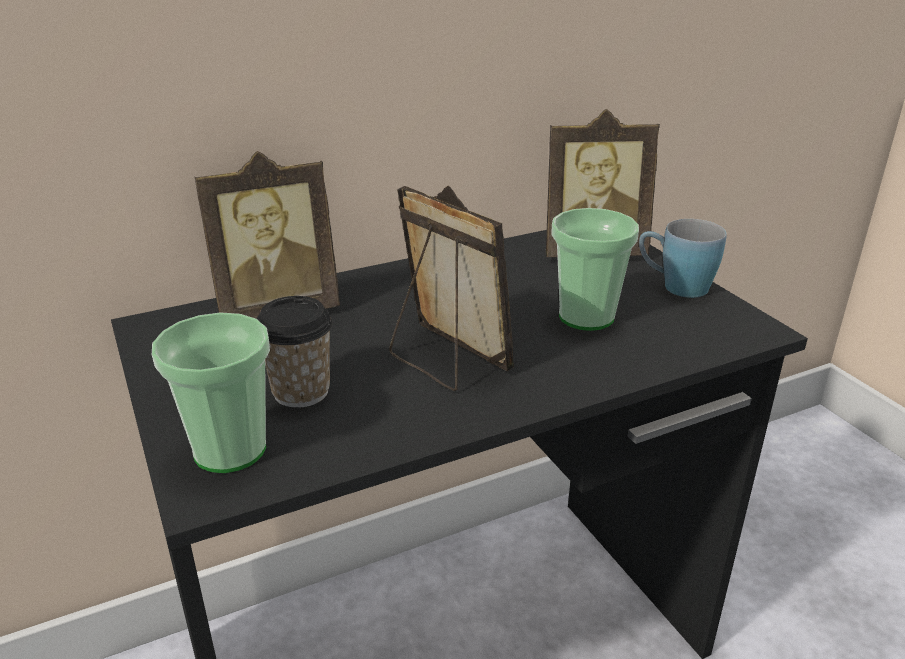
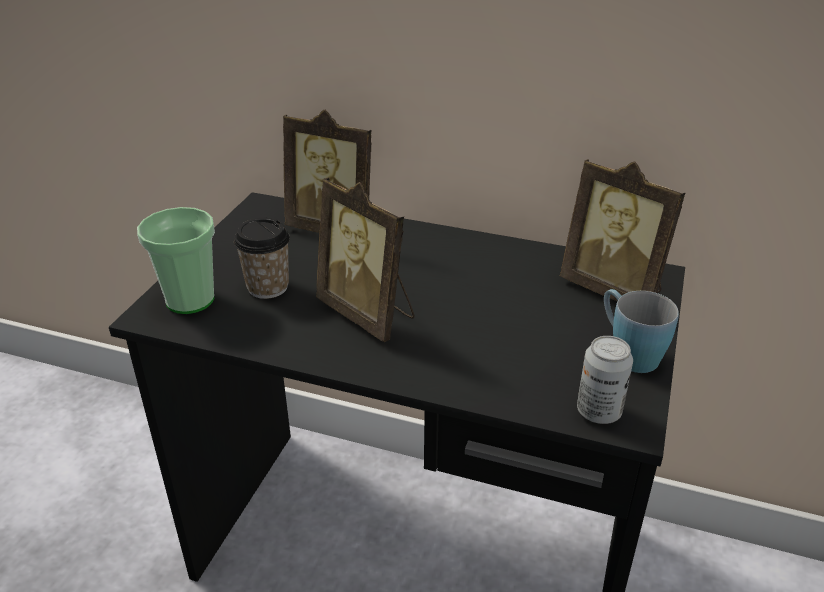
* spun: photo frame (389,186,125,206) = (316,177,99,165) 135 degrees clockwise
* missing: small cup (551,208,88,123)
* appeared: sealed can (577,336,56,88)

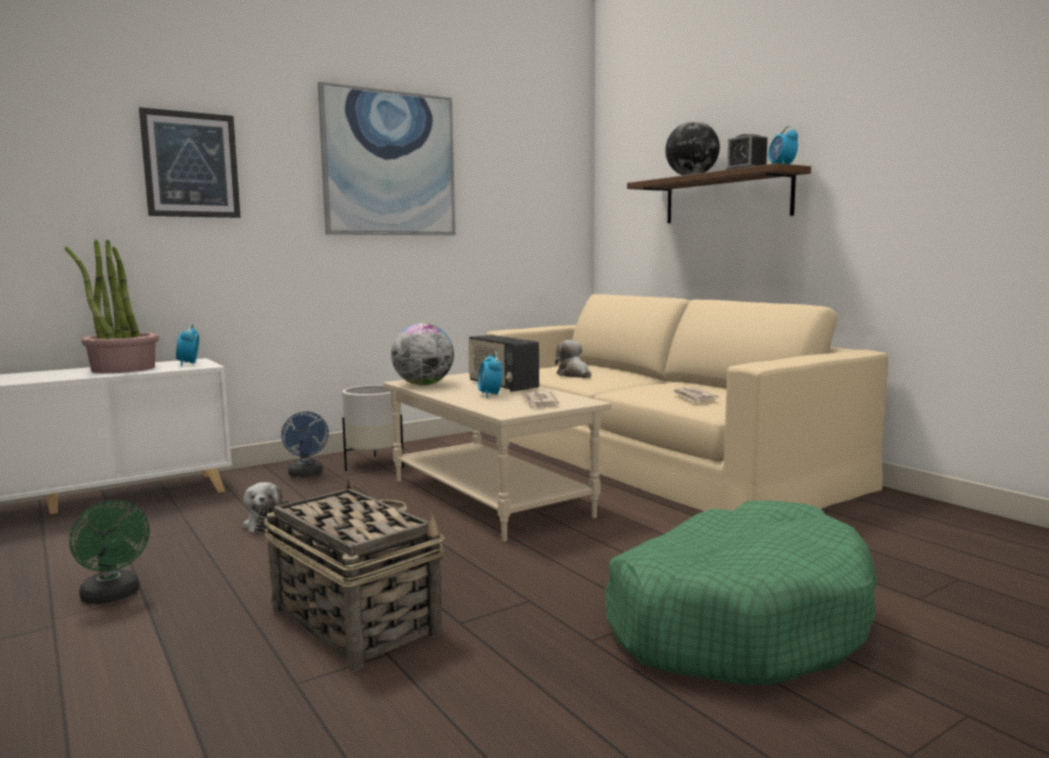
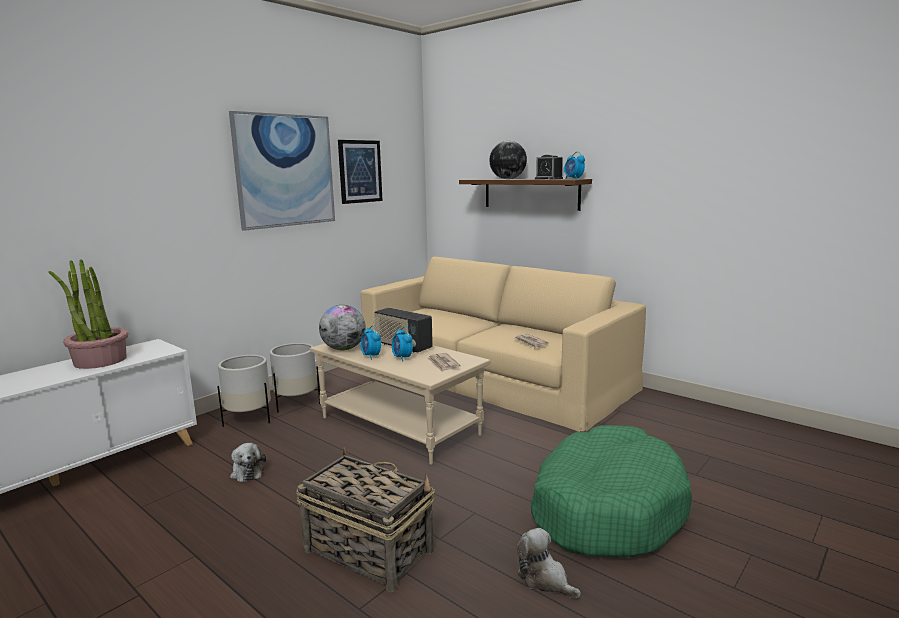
* relocated: wall art (139,107,102,111) to (338,140,45,64)
* relocated: table clock (176,323,23,43) to (360,325,21,35)
* relocated: soft toy (555,340,36,38) to (516,528,65,70)
* exchanged: blue cooling fan (281,412,48,65) to white-coloured flower pot (217,355,54,72)
* missing: green-coloured cooling fan (69,500,81,104)

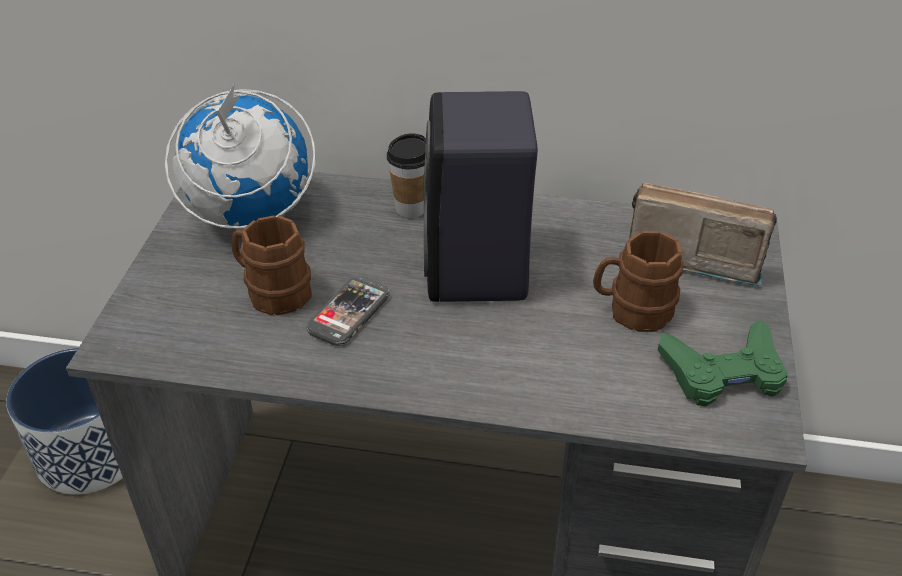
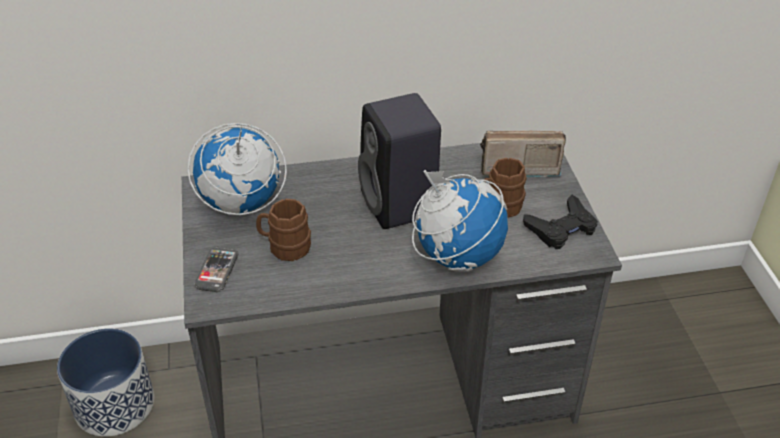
* missing: small cup (387,133,39,85)
* relocated: telephone (306,276,84,70) to (194,246,45,46)
* colour: green-coloured game controller (658,320,130,86) to black-coloured game controller (523,195,75,54)
* appeared: world globe (412,170,96,102)

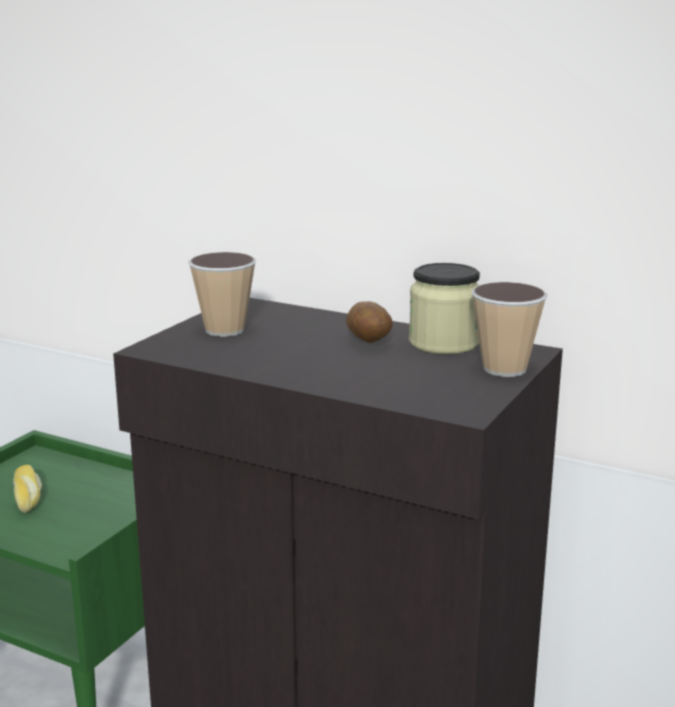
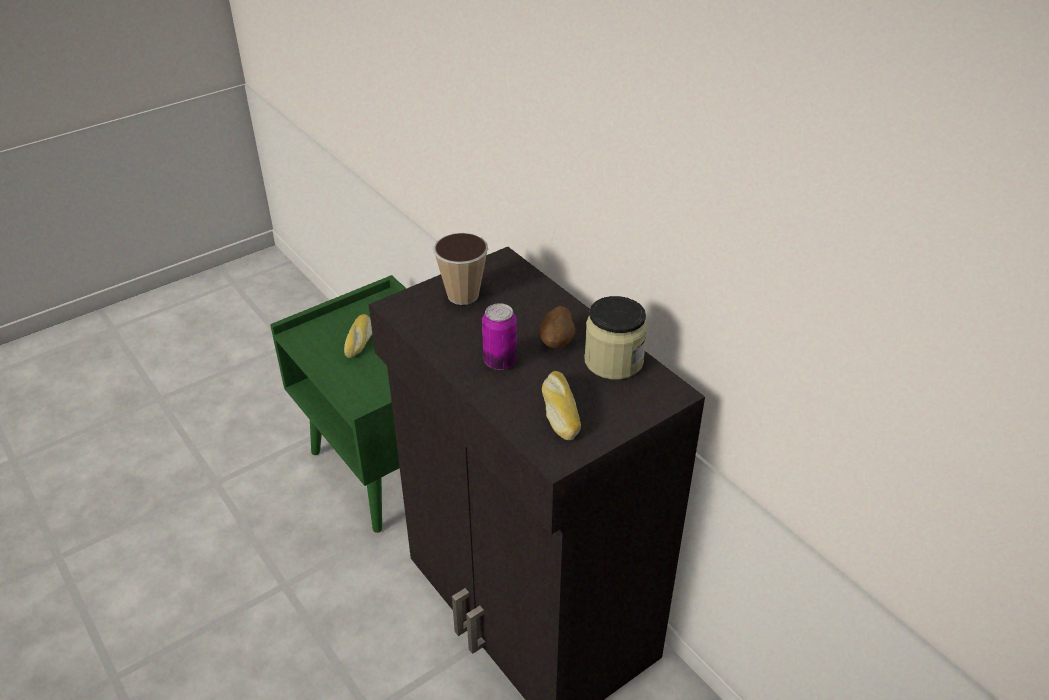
* missing: small cup (471,282,77,95)
* appeared: sealed can (482,303,35,67)
* appeared: bakery bread (542,371,39,69)

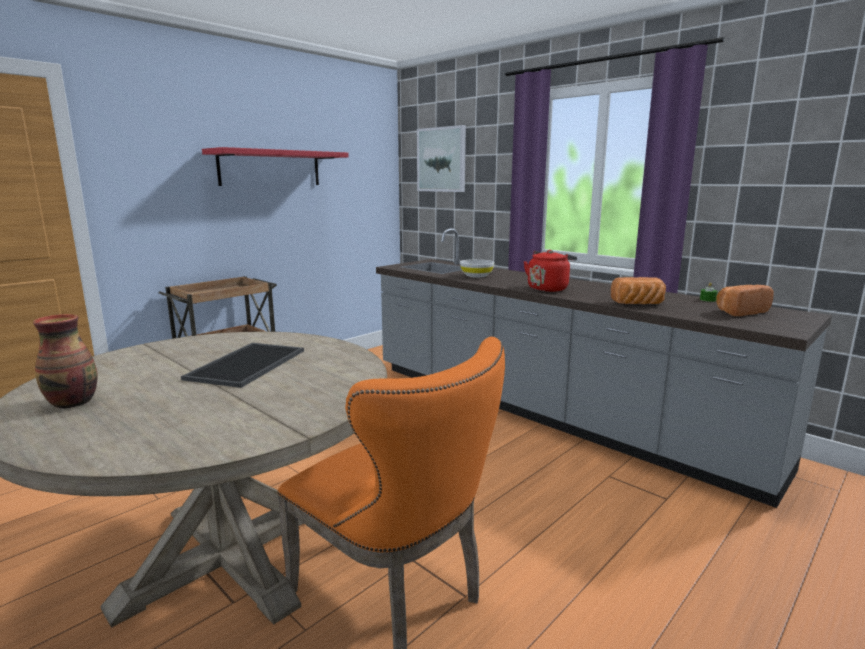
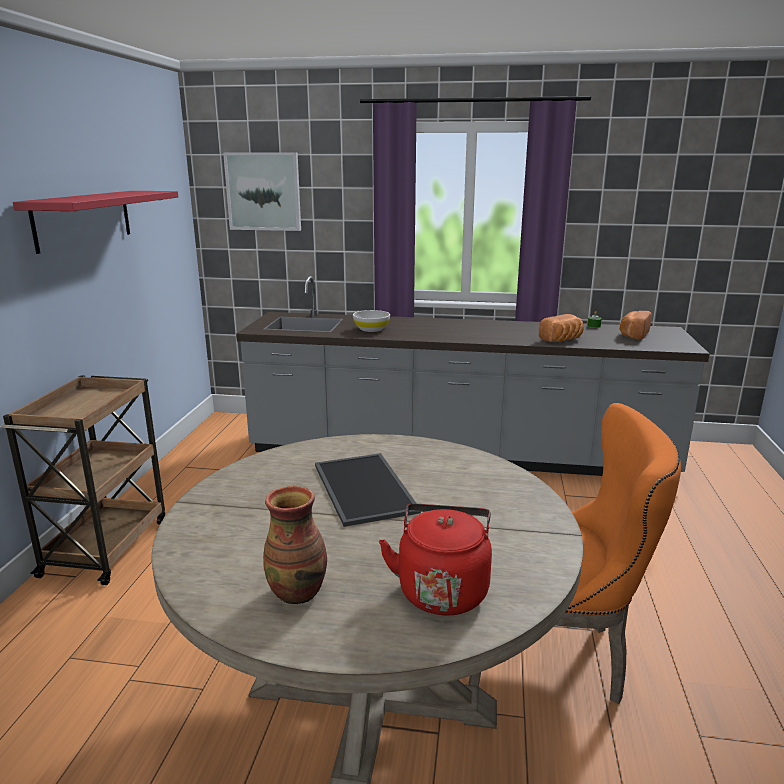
* relocated: reddish tea kettle (524,250,53,42) to (379,504,113,111)

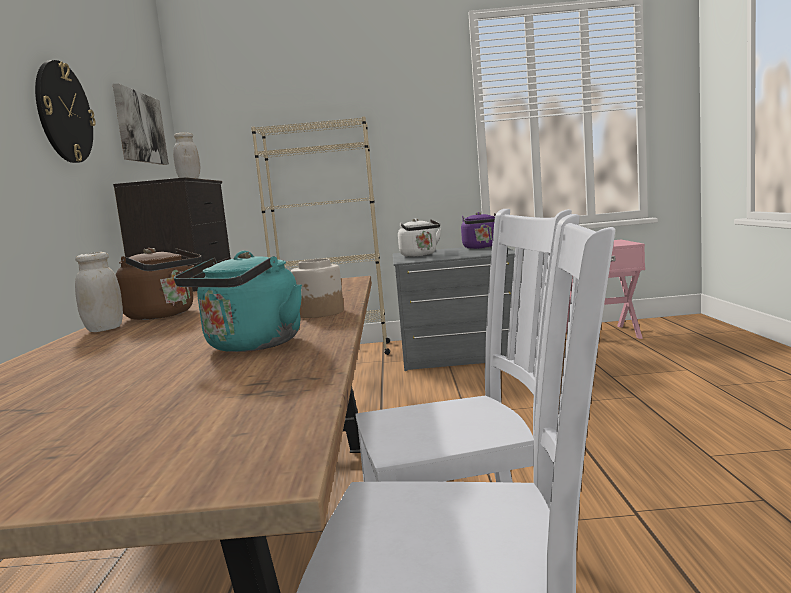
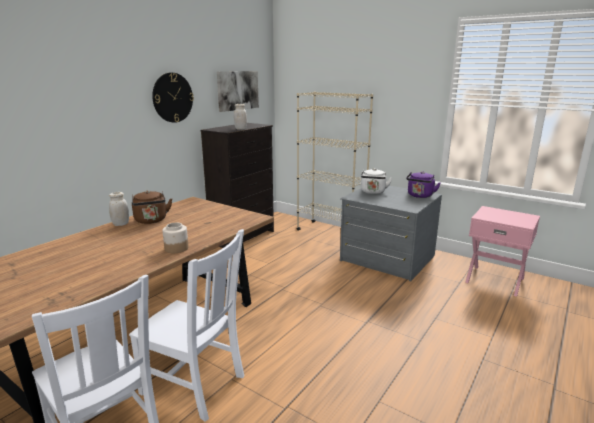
* missing: blue-green tea kettle (174,251,128,101)

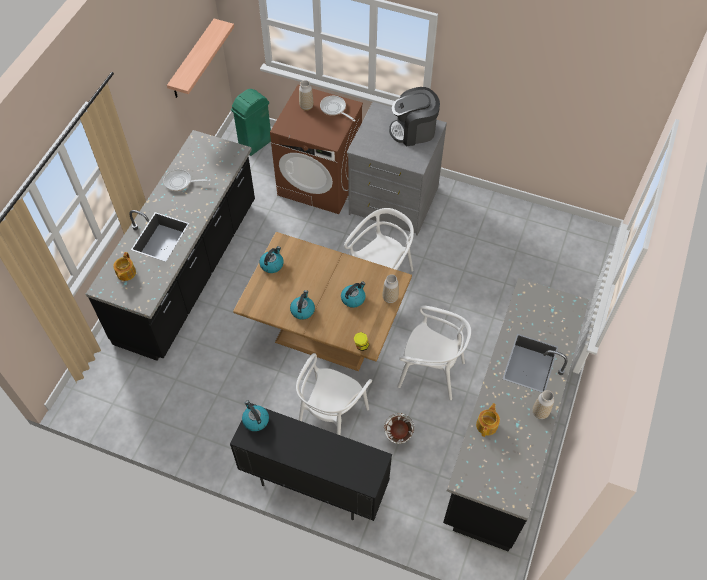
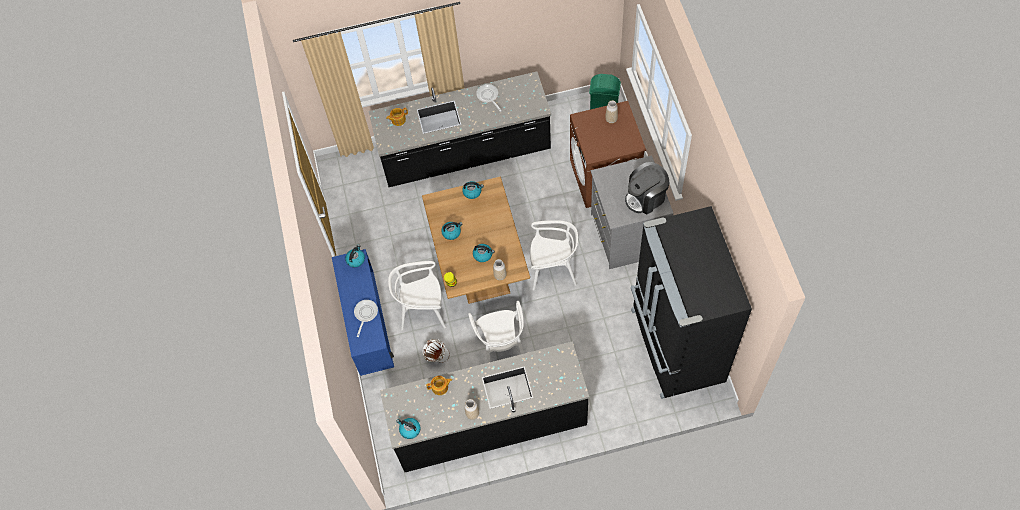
* missing: wall shelf (167,19,67,79)
* spun: coffee maker (389,87,51,59) = (625,162,44,53) 75 degrees counterclockwise
* relocated: pan (320,96,36,26) to (354,300,24,37)
* colour: black-coloured cabinet (230,403,162,118) to blue cabinet (332,249,62,127)
* appeared: black-coloured kitchen fridge (631,206,121,193)
* appeared: tea kettle (396,418,24,21)

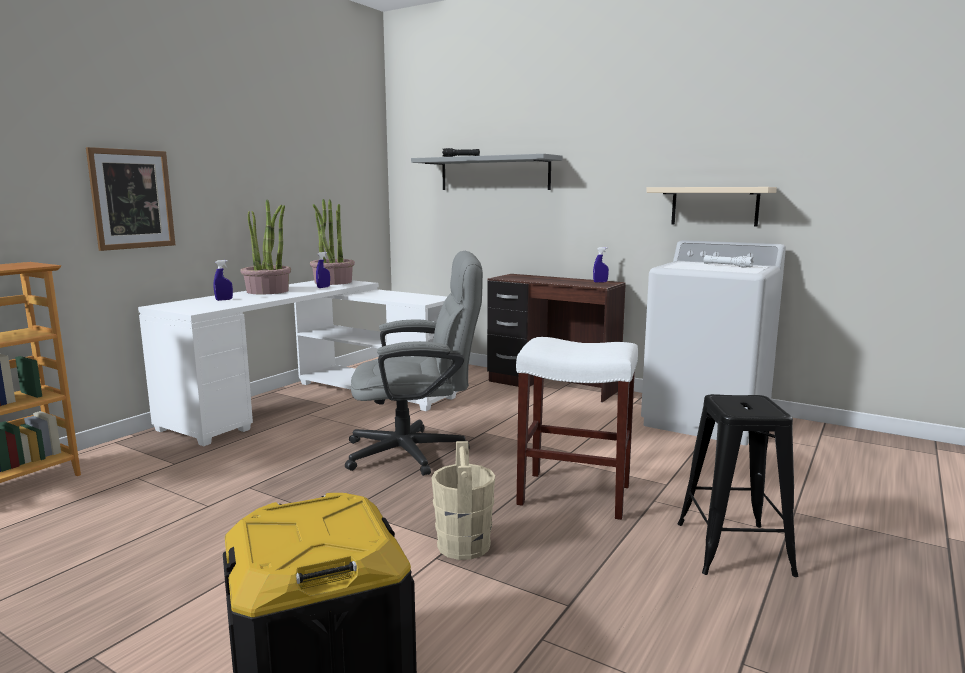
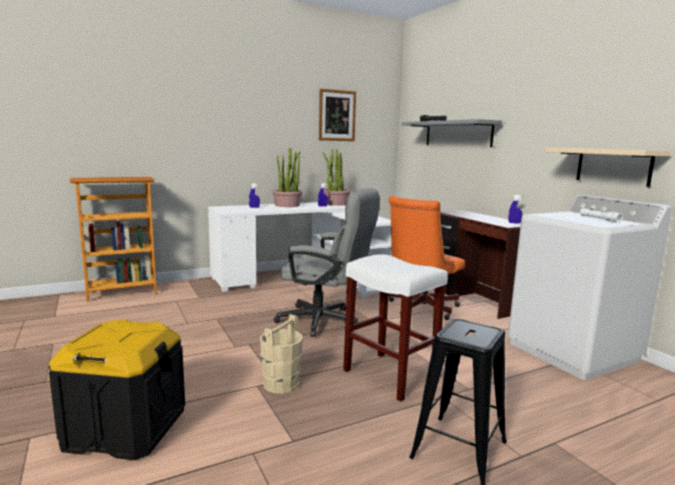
* relocated: wall art (86,147,89,104) to (319,89,37,52)
* appeared: orange-coloured computer chair (389,196,76,124)

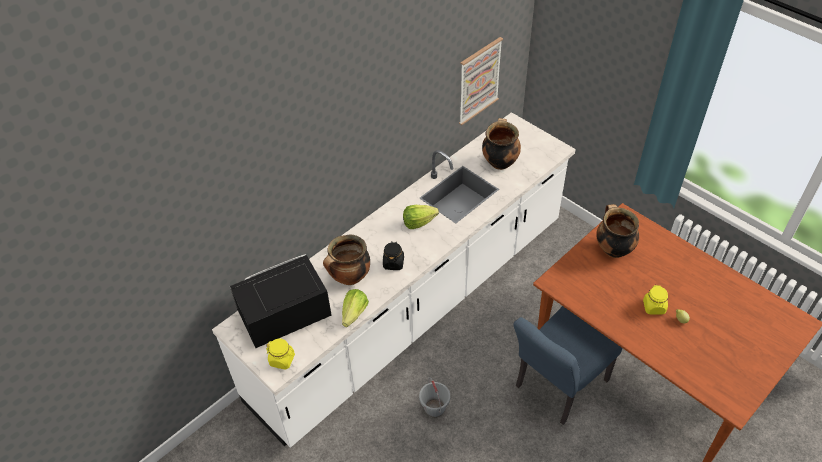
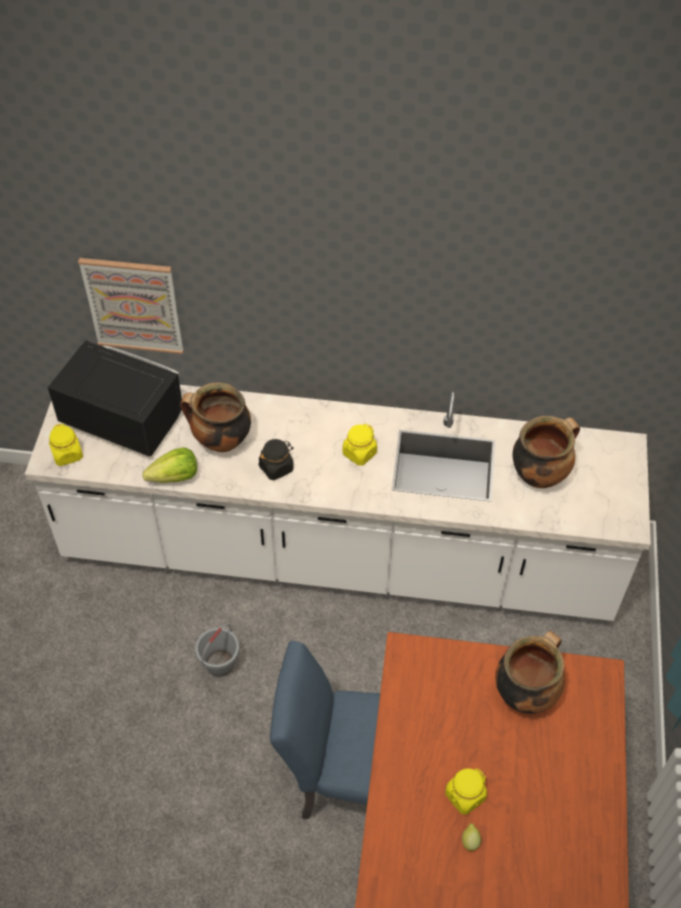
* relocated: wall art (459,37,44,88) to (78,258,106,96)
* exchanged: lettuce head (403,205,36,24) to yellow-coloured jar (343,424,34,42)

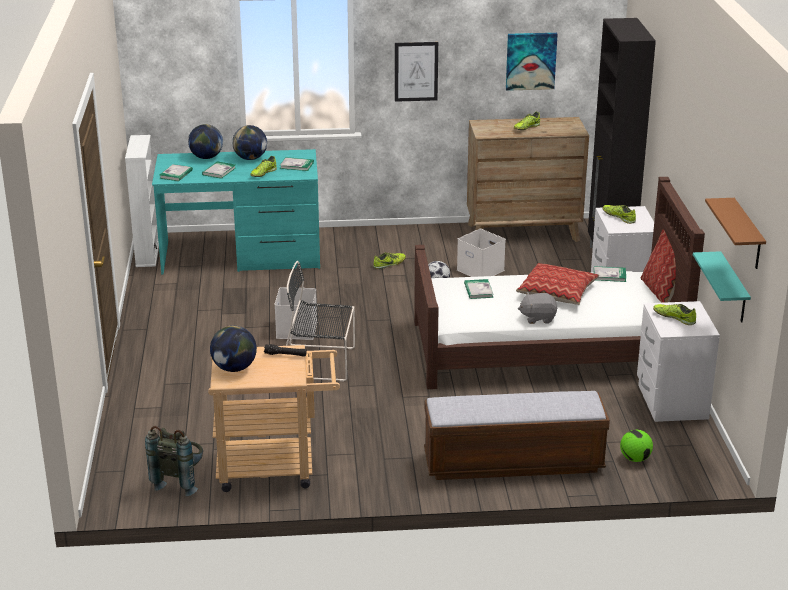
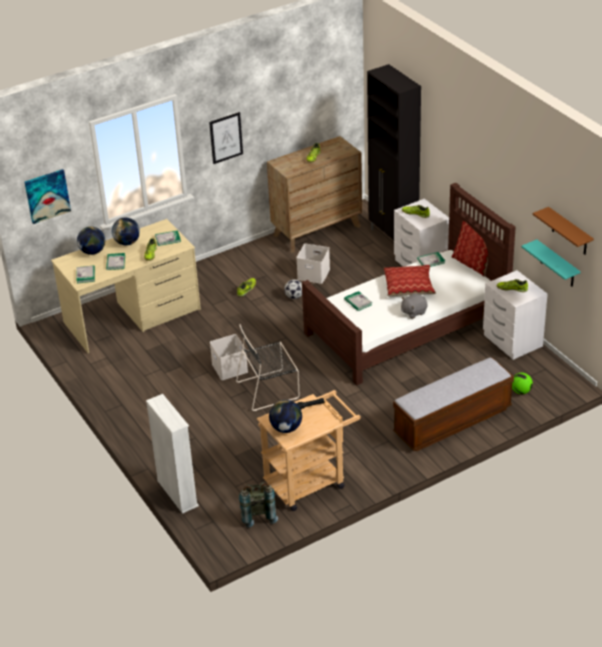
* relocated: wall art (506,33,52,58) to (25,169,46,55)
* relocated: white-coloured bookshelf (125,135,34,132) to (146,394,53,120)
* colour: blue-green desk (152,149,168,125) to sand-coloured desk (51,219,150,134)

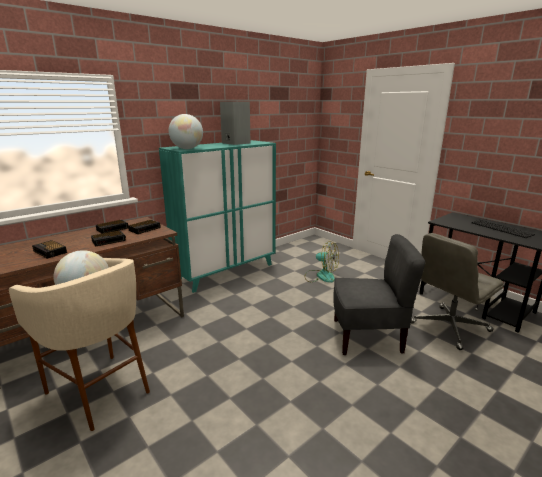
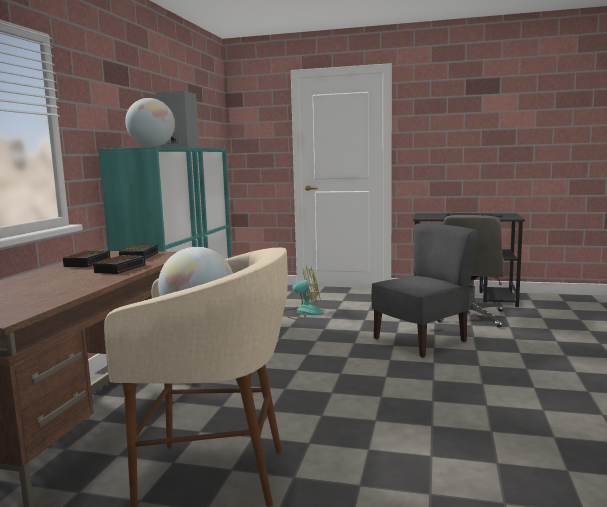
* missing: table clock (32,240,35,19)

